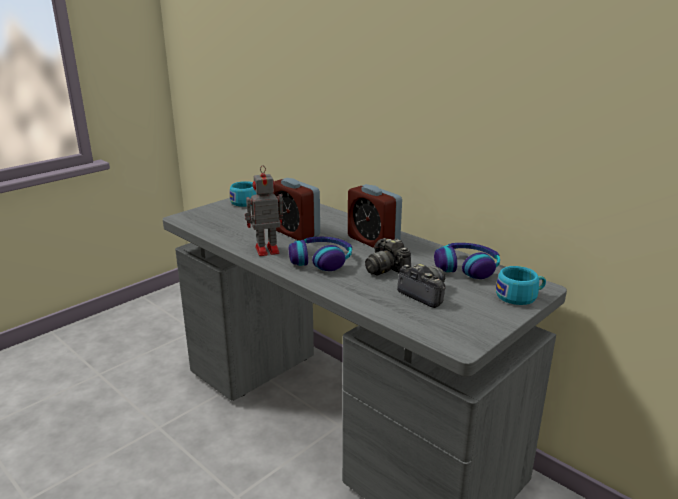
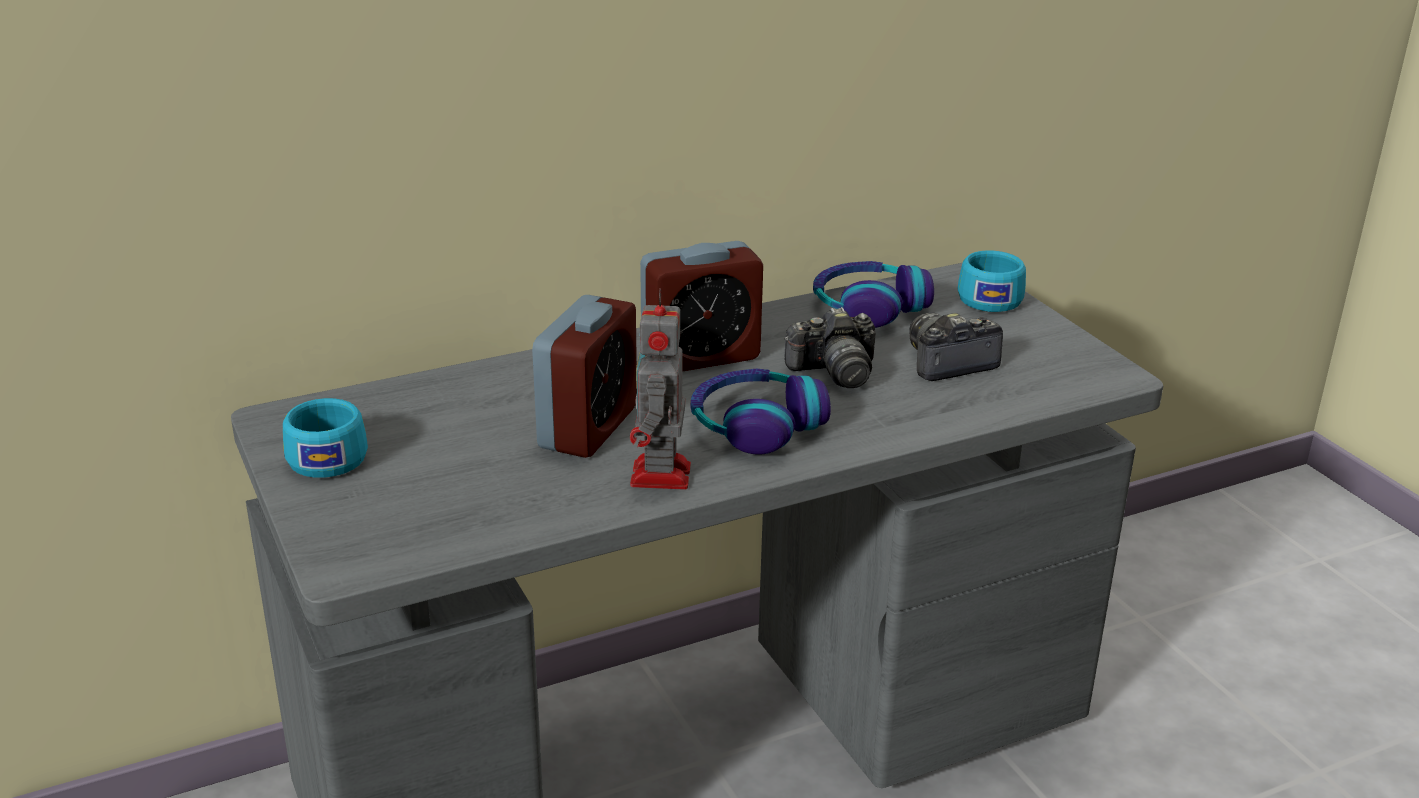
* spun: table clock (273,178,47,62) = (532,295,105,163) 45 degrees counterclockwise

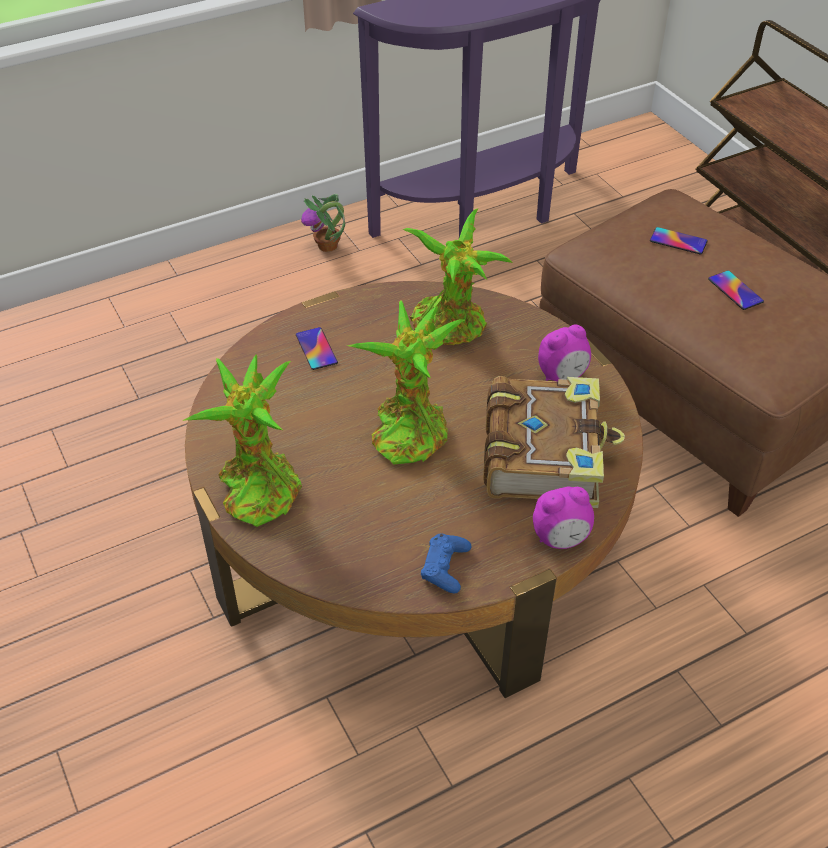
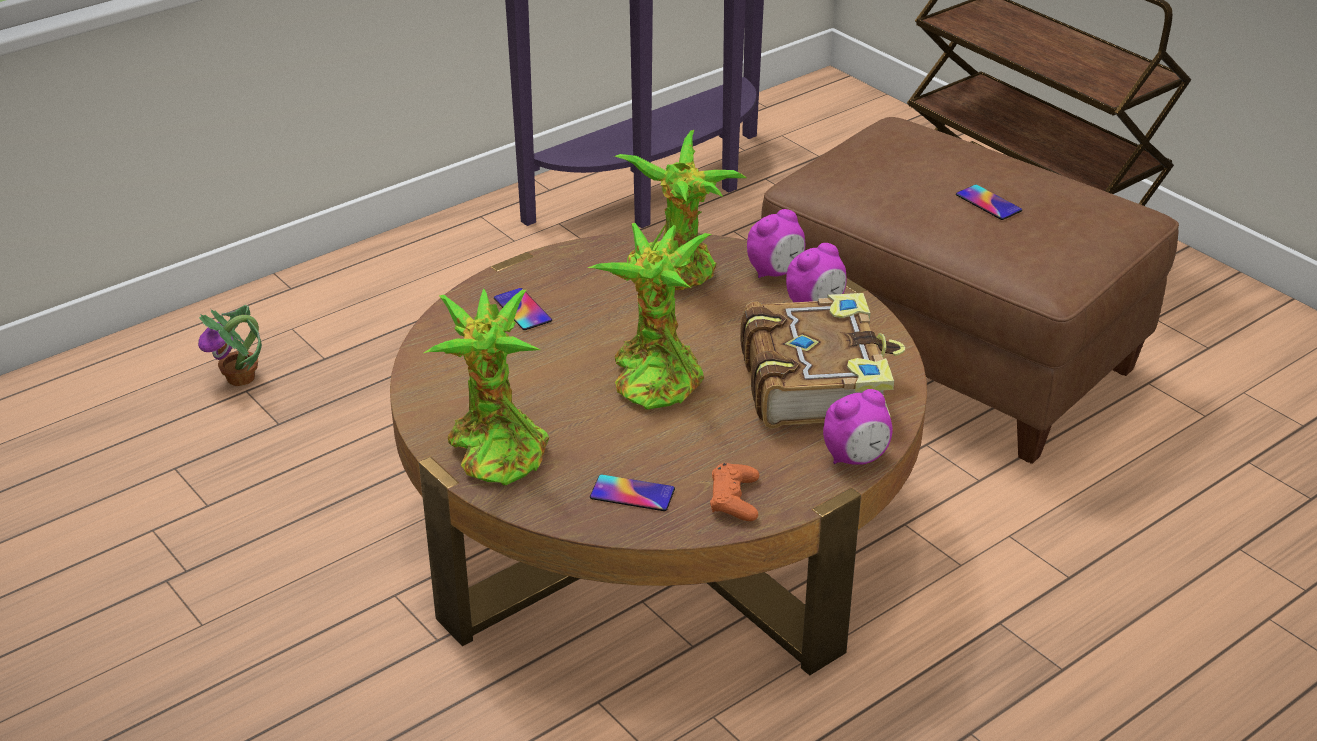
* relocated: plant in a pot (301,194,44,58) to (198,305,64,81)
* relocated: telephone (650,227,58,27) to (590,475,85,36)
* colour: blue game controller (421,533,50,60) to orange-coloured game controller (710,463,49,58)
* appeared: table clock (747,209,58,69)

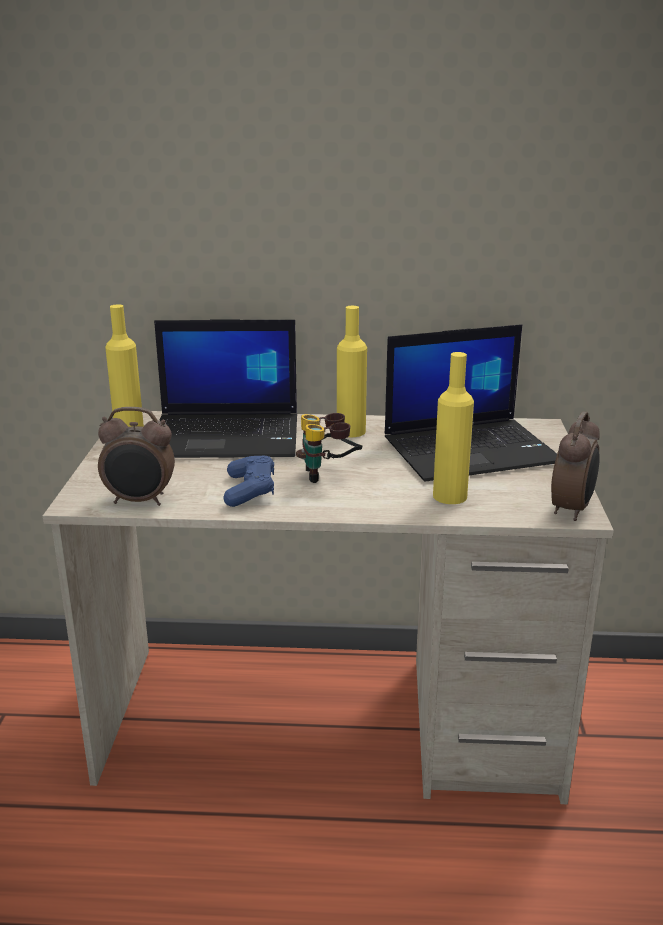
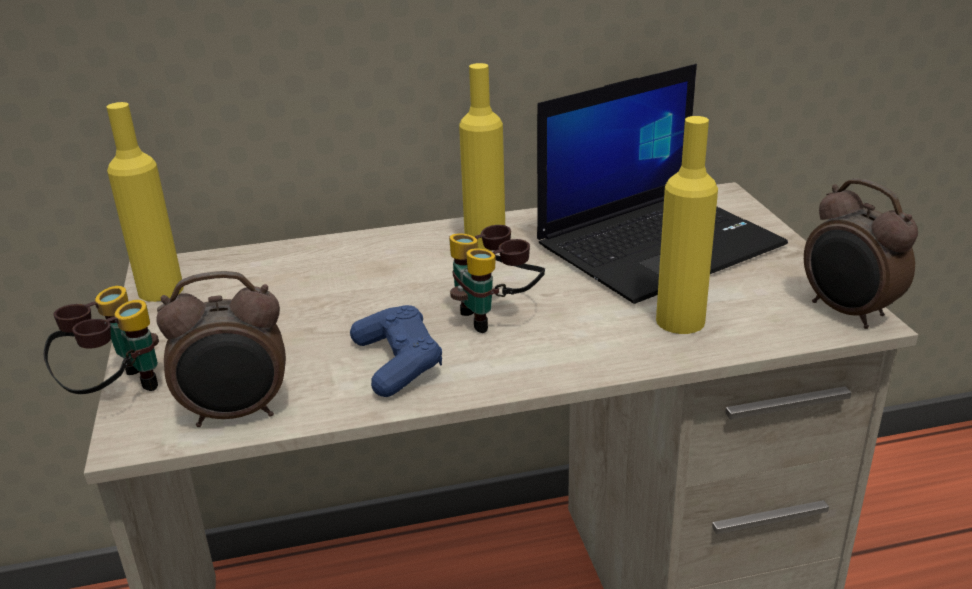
* missing: portable computer (154,319,143,139)
* spun: table clock (551,411,49,110) = (804,179,114,150) 135 degrees clockwise
* appeared: field glasses (44,286,115,108)

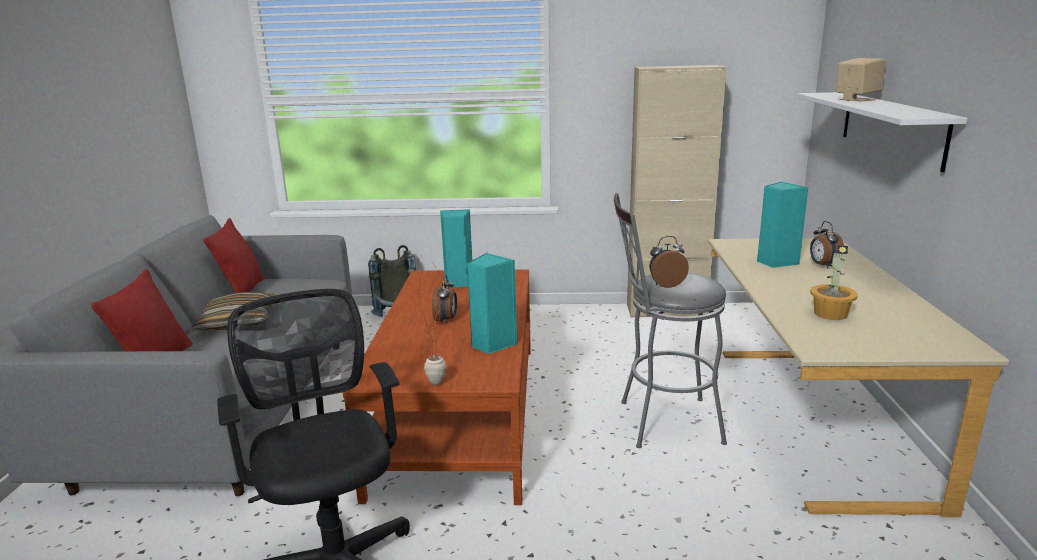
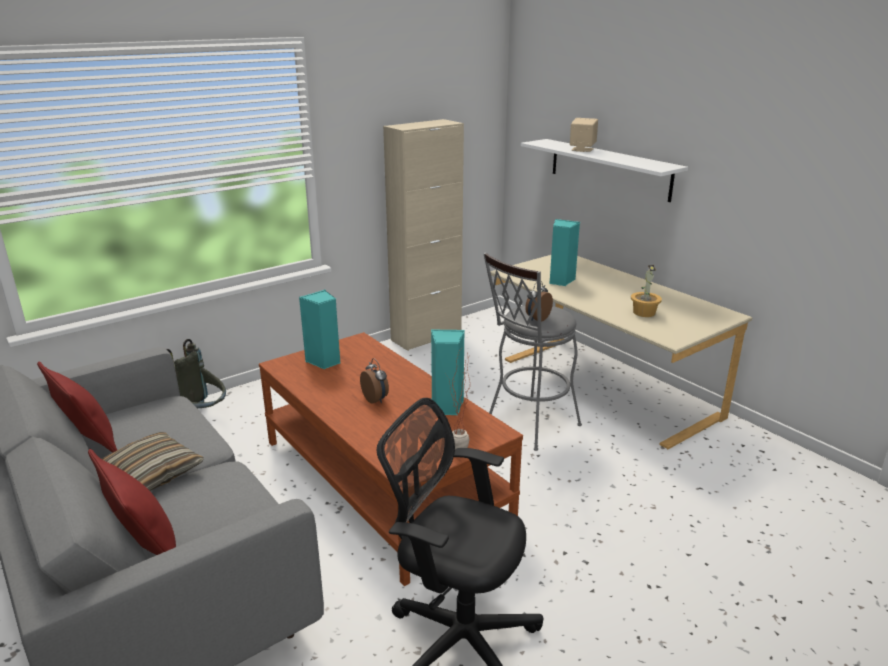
* missing: table clock (810,221,34,48)

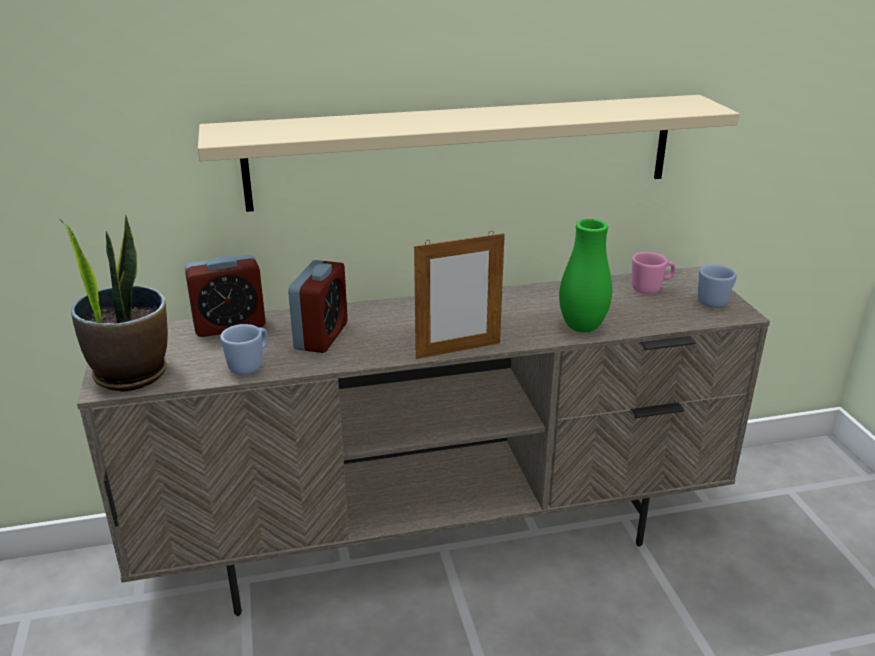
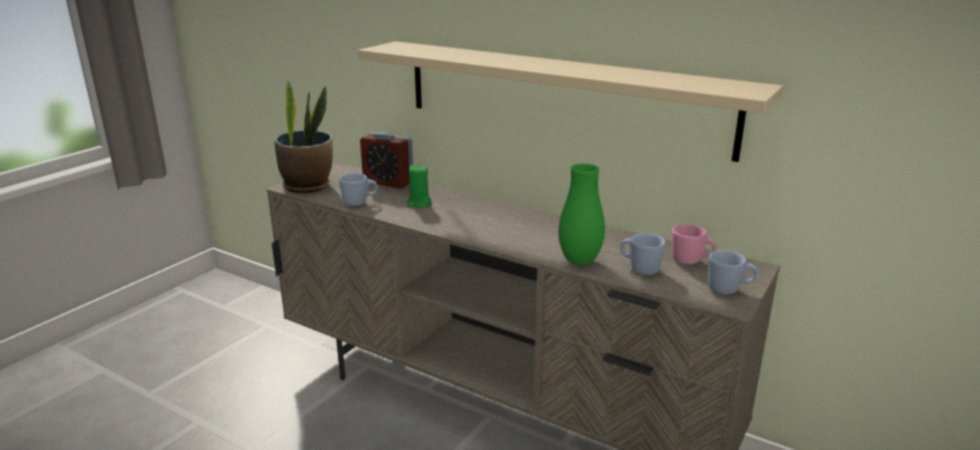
* missing: photo frame (414,231,91,128)
* exchanged: table clock (288,260,60,93) to green-coloured wax light (407,165,25,43)
* appeared: blue mug (620,233,45,42)

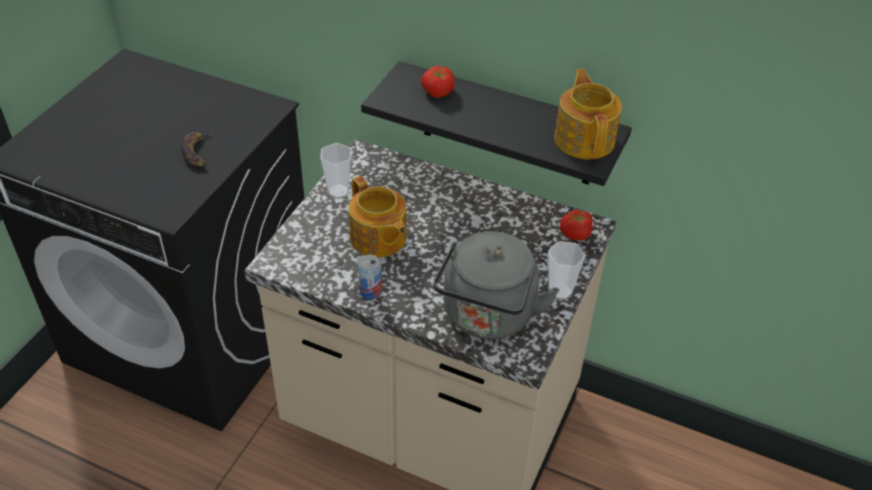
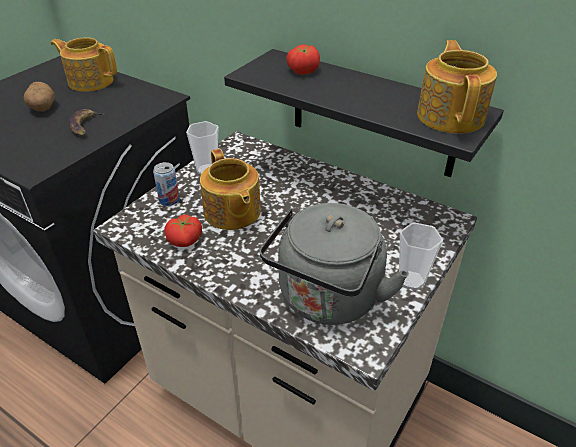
* relocated: tomato (560,210,33,30) to (165,215,37,32)
* relocated: sealed can (358,255,24,44) to (153,162,27,44)
* appeared: pot for tea (51,37,66,55)
* appeared: spud (24,82,31,30)

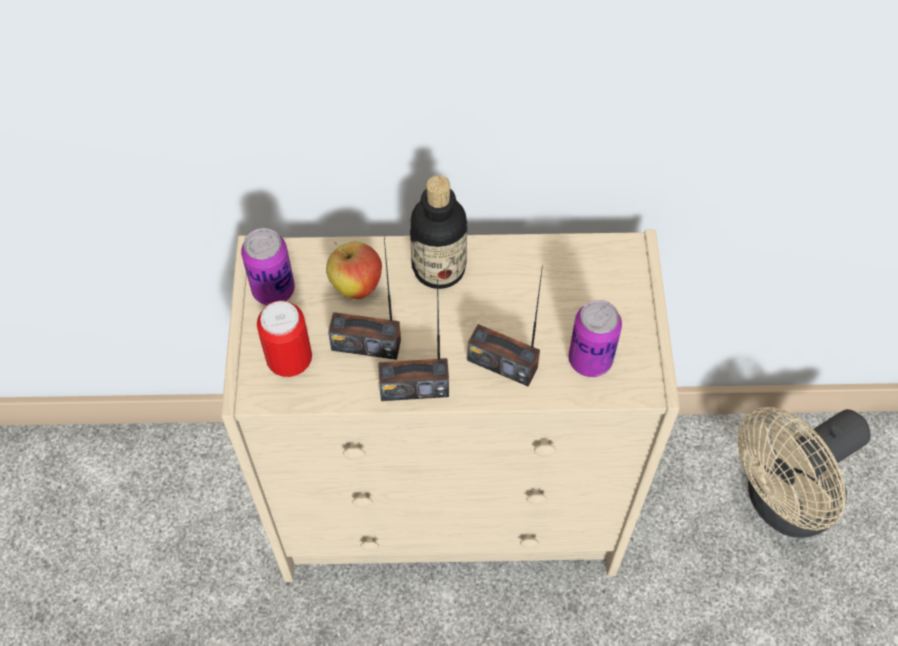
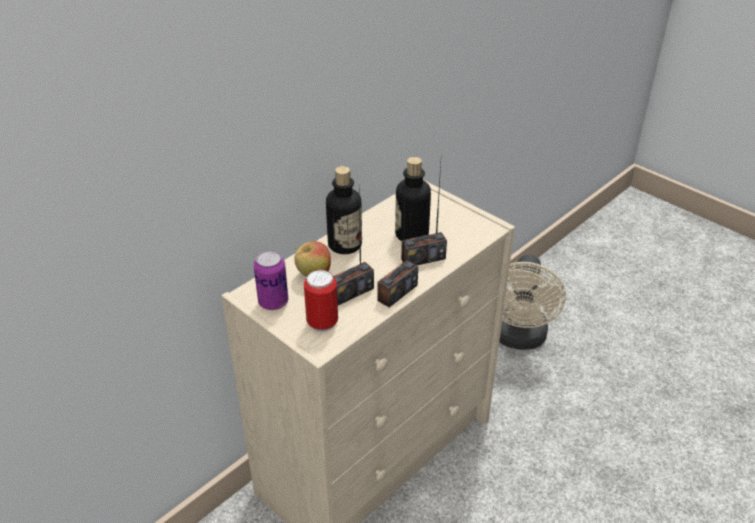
* missing: sealed can (569,300,53,77)
* appeared: drink bottle (395,157,36,84)

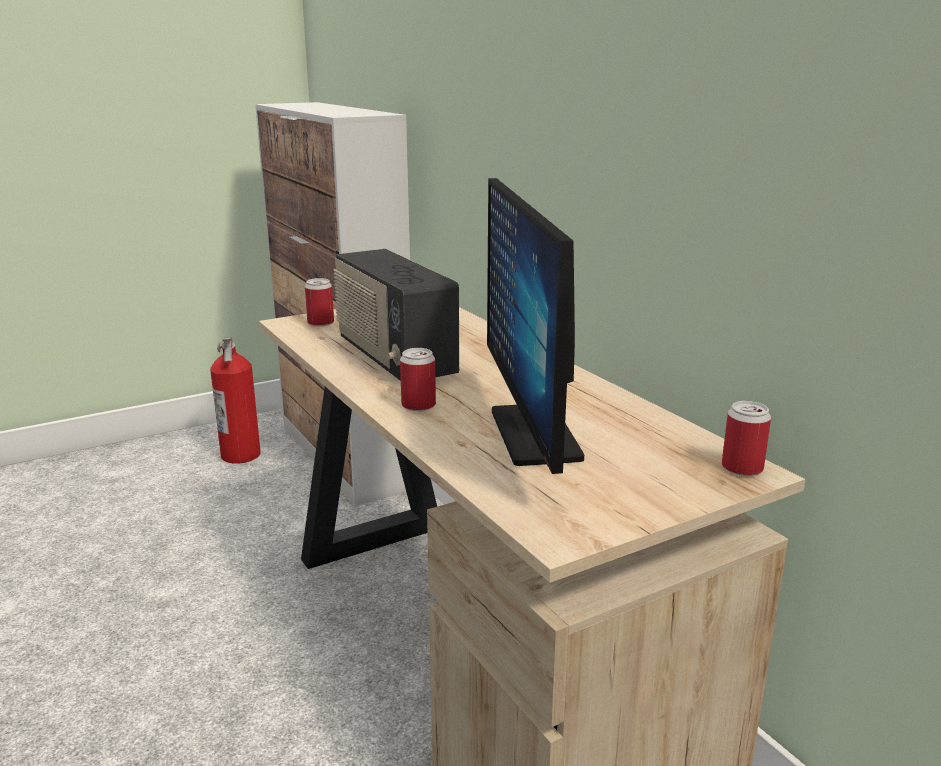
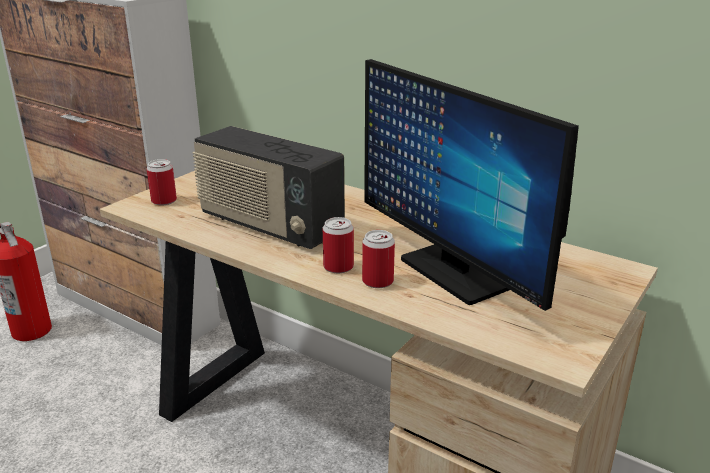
* relocated: sealed can (722,401,49,75) to (362,230,33,58)

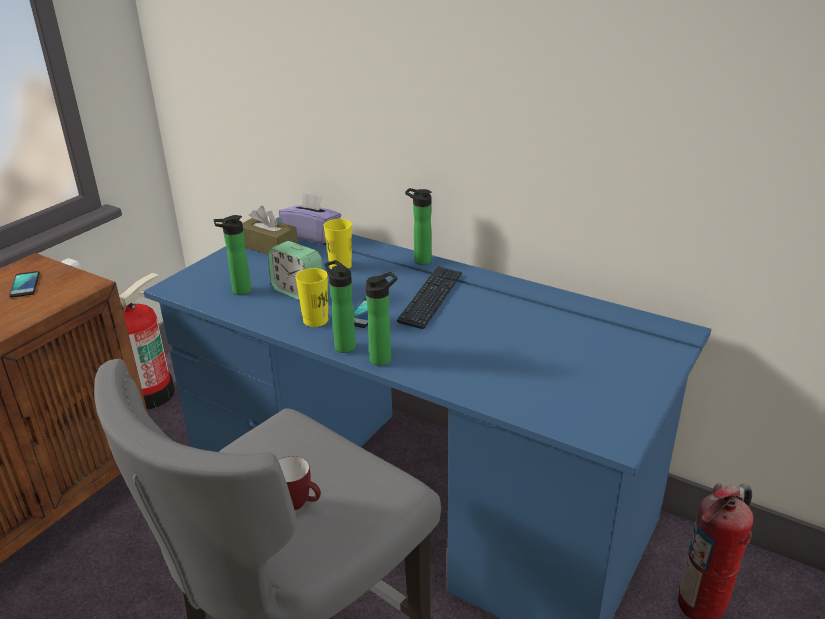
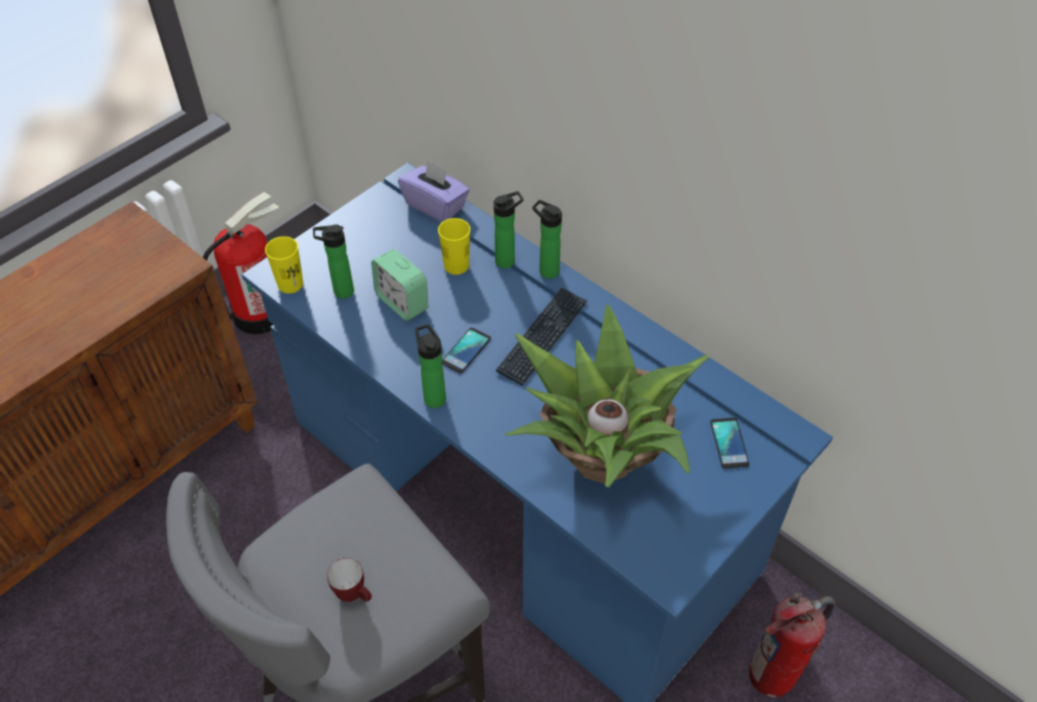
* missing: brownish box of tissues (242,206,56,49)
* relocated: yellow-coloured small cup (295,268,33,59) to (265,236,38,57)
* relocated: telephone (9,271,31,27) to (710,418,39,51)
* relocated: drink bottle (366,272,31,94) to (494,191,29,78)
* appeared: plant in a pot (506,305,203,182)

